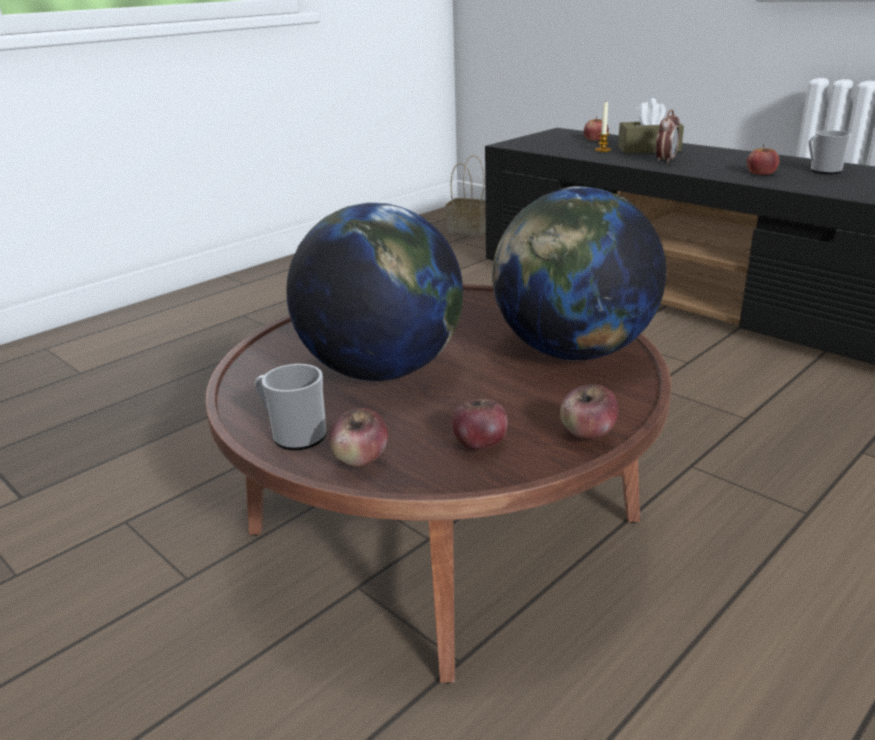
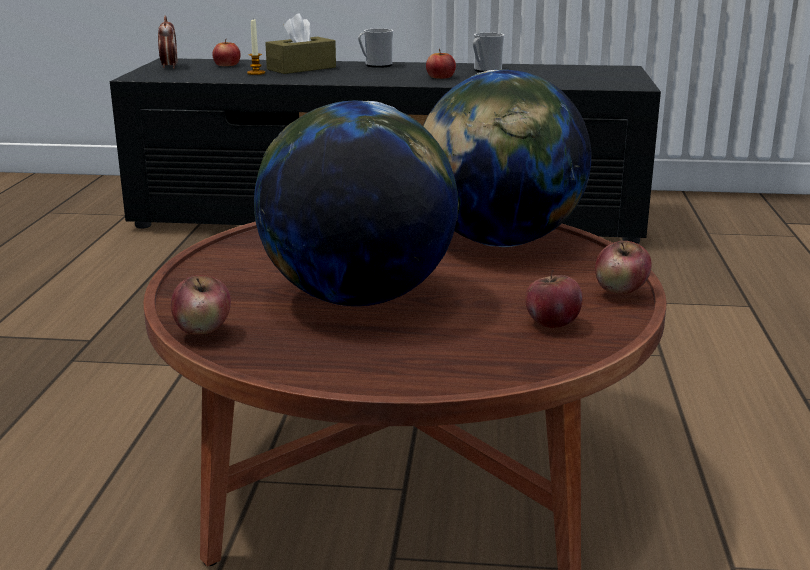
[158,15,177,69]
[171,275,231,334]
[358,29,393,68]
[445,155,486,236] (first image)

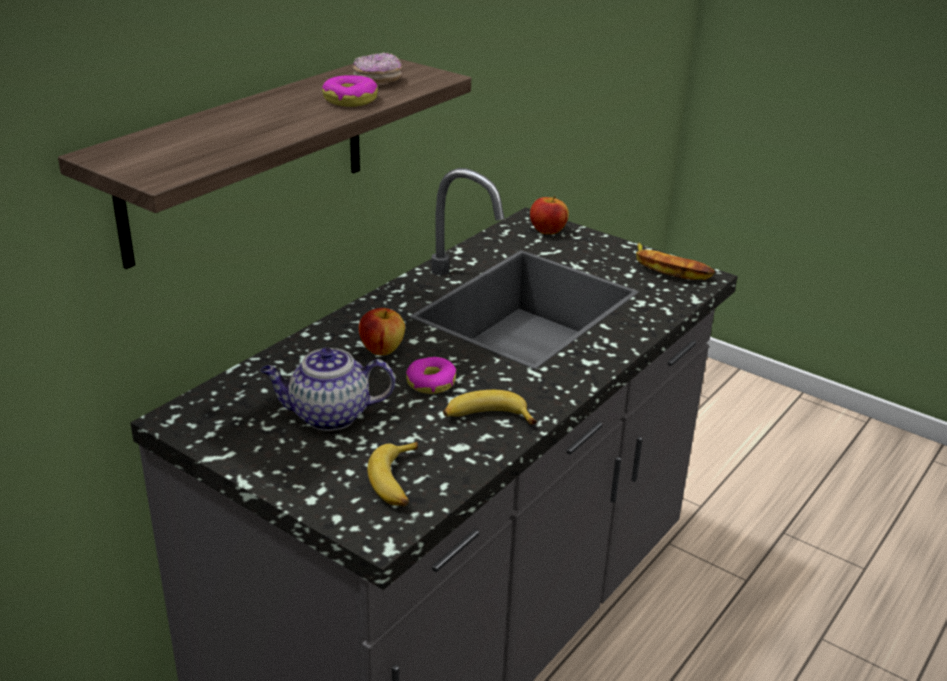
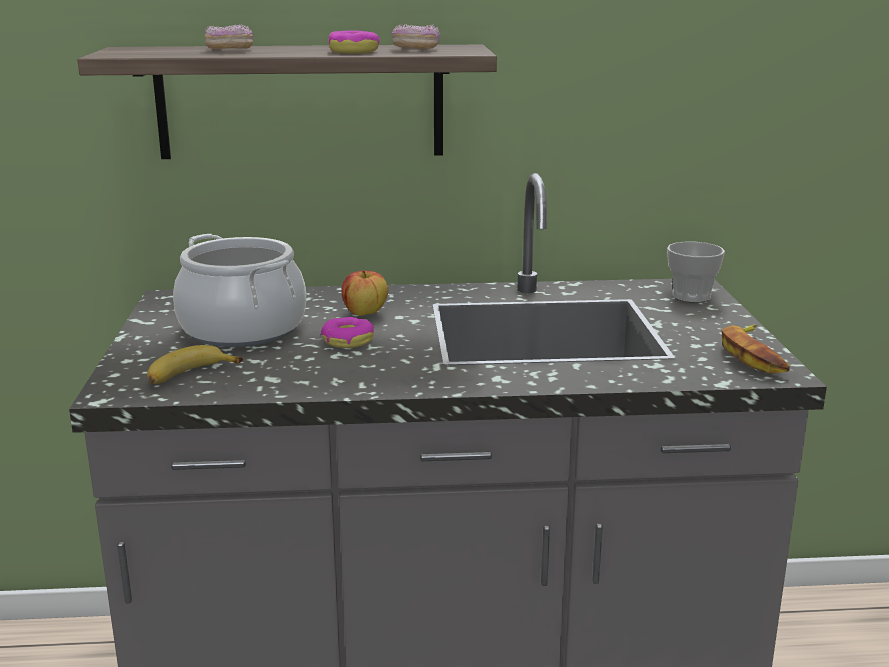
[173,234,306,347]
[204,24,254,49]
[667,242,725,302]
[443,390,537,425] (first image)

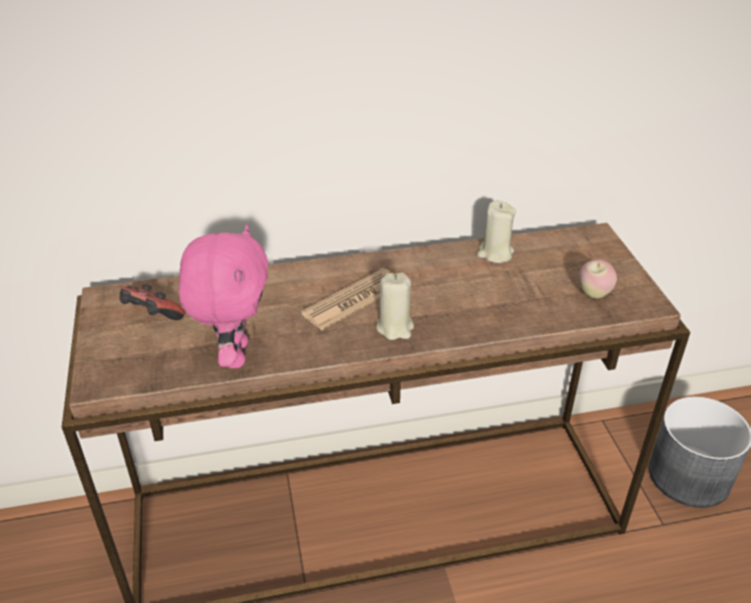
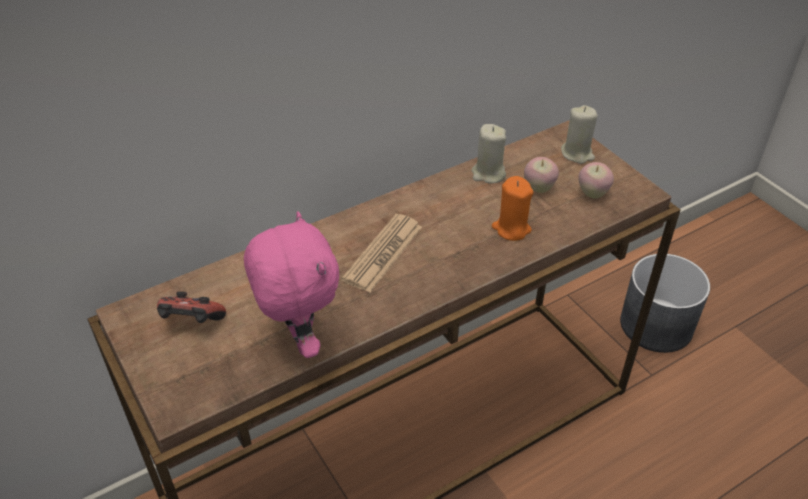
[492,176,534,241]
[524,157,559,193]
[561,105,598,164]

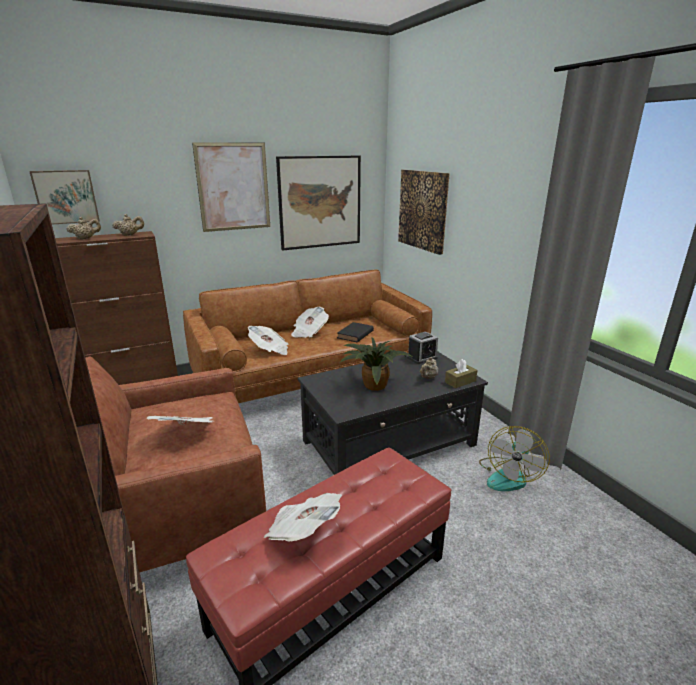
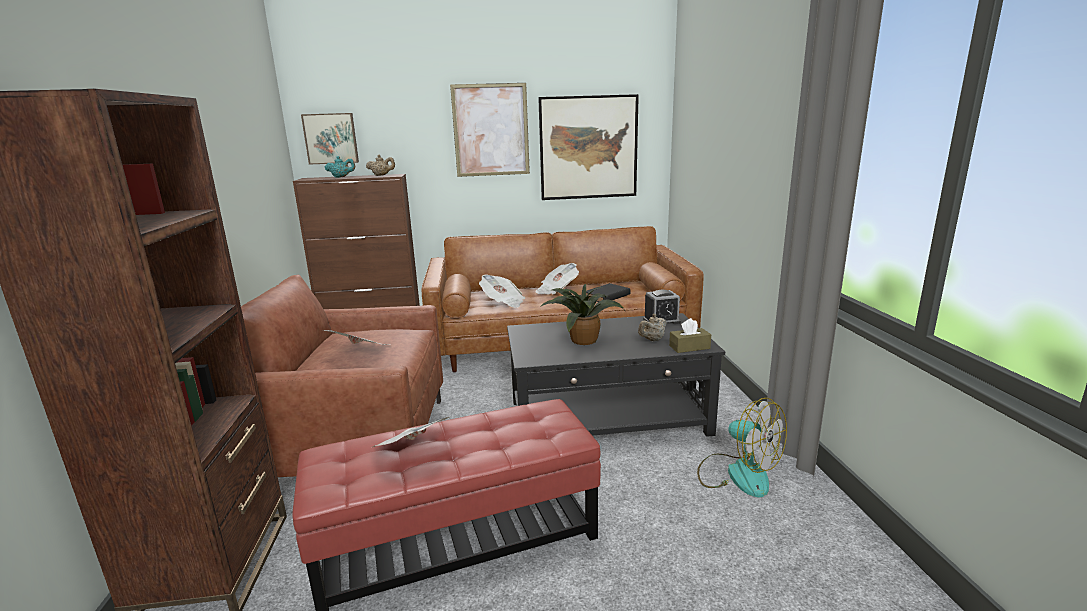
[325,156,355,178]
[697,398,787,497]
[398,170,450,255] (first image)

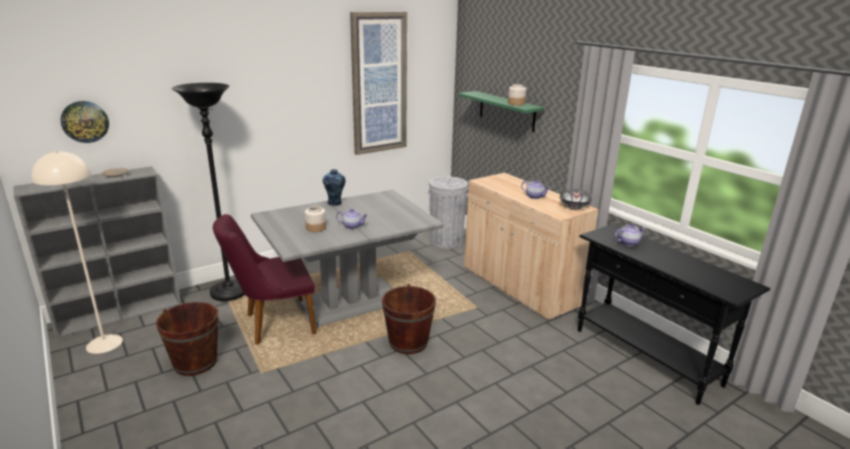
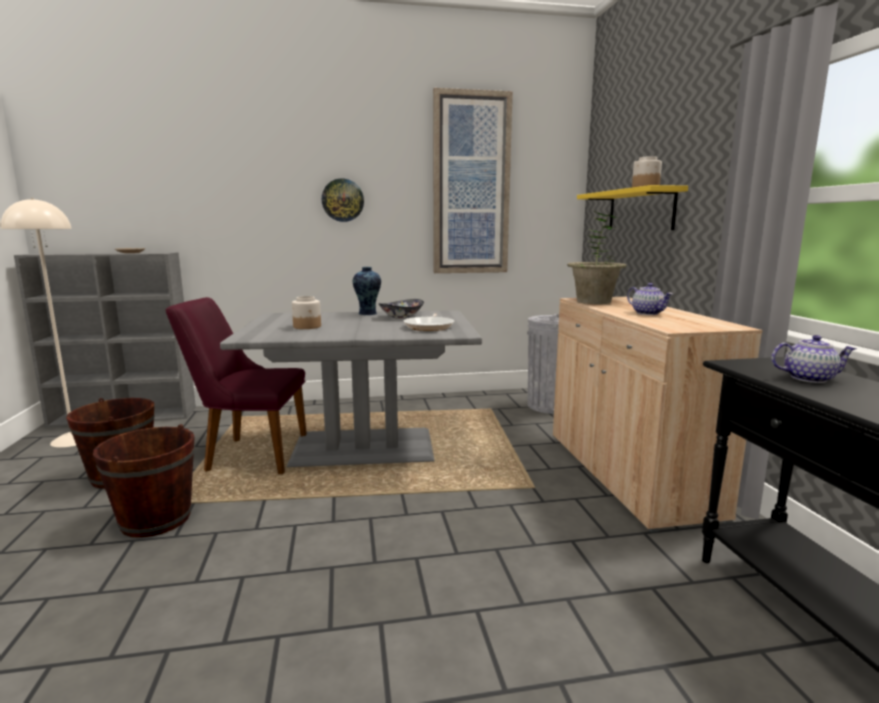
[93,424,194,538]
[322,179,364,222]
[379,299,424,319]
[403,313,454,331]
[567,211,627,304]
[577,185,688,230]
[171,83,245,301] (first image)
[336,209,368,229] (first image)

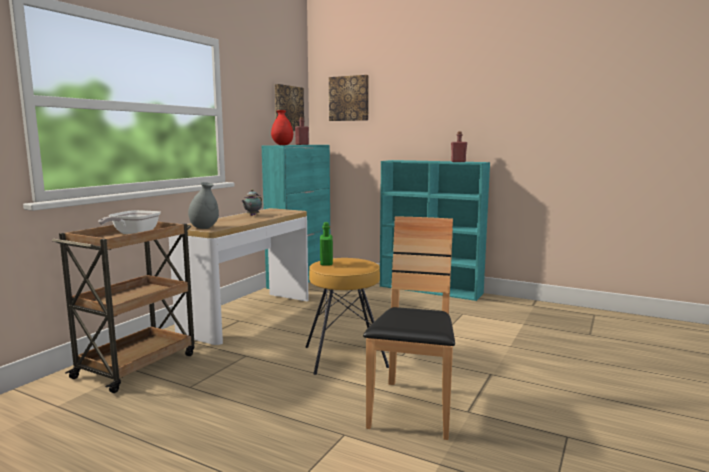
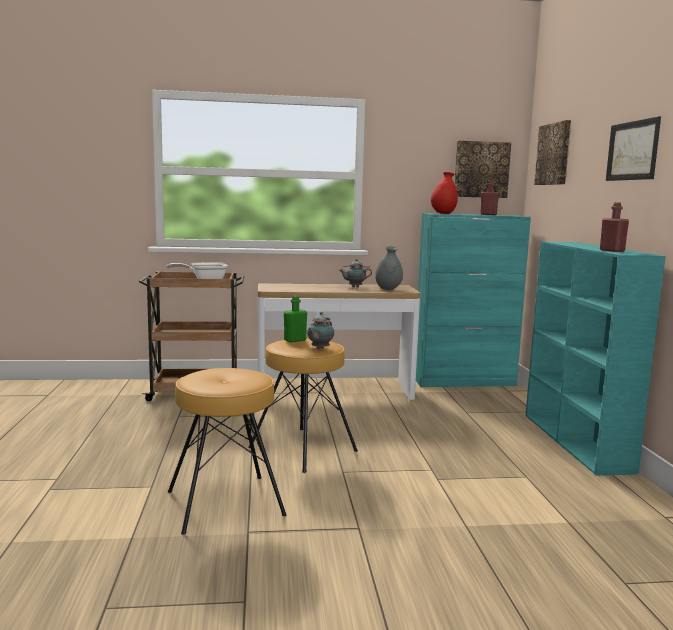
[168,368,287,535]
[307,312,334,349]
[375,246,403,290]
[606,116,661,181]

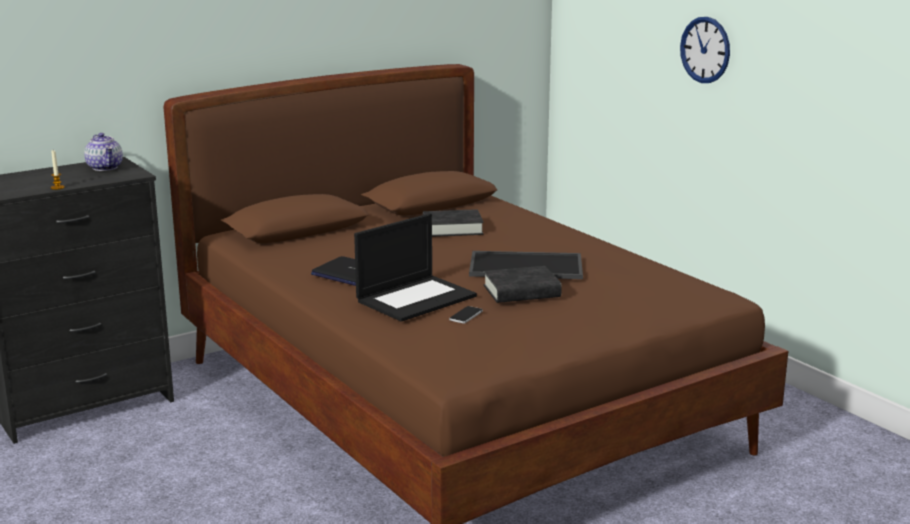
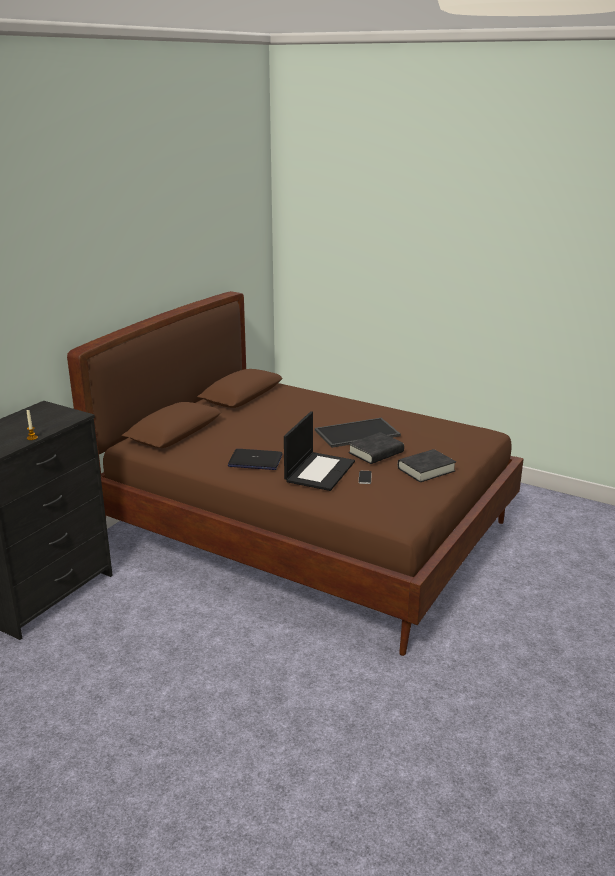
[398,449,456,482]
[84,133,123,171] (first image)
[680,17,730,83] (first image)

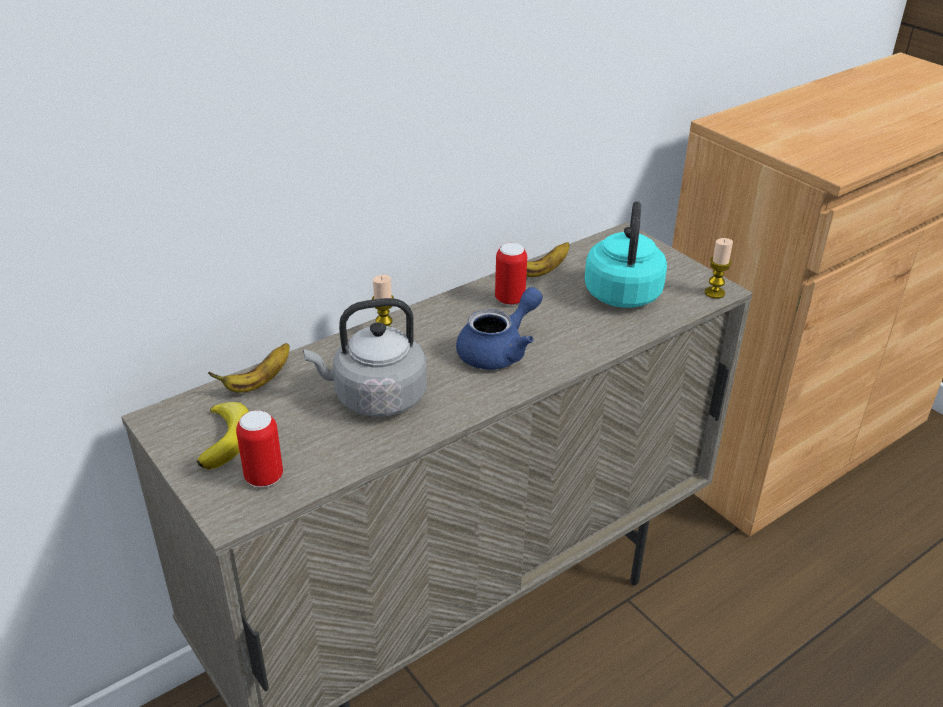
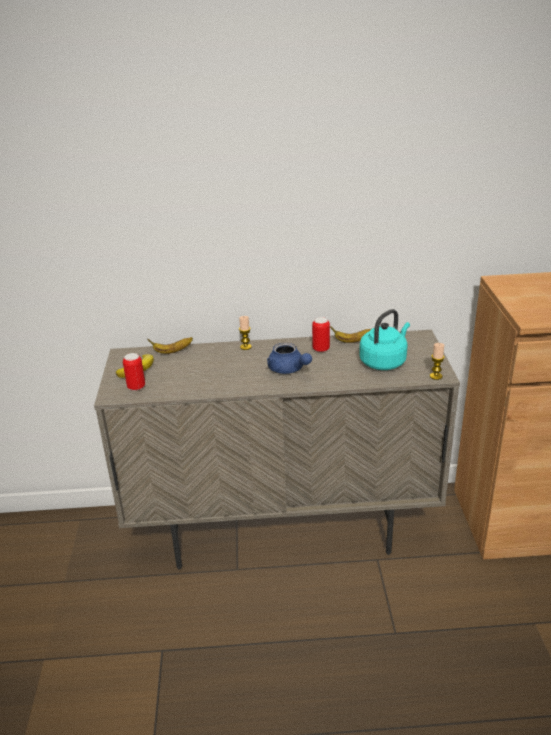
[267,342,312,374]
[303,298,427,417] (first image)

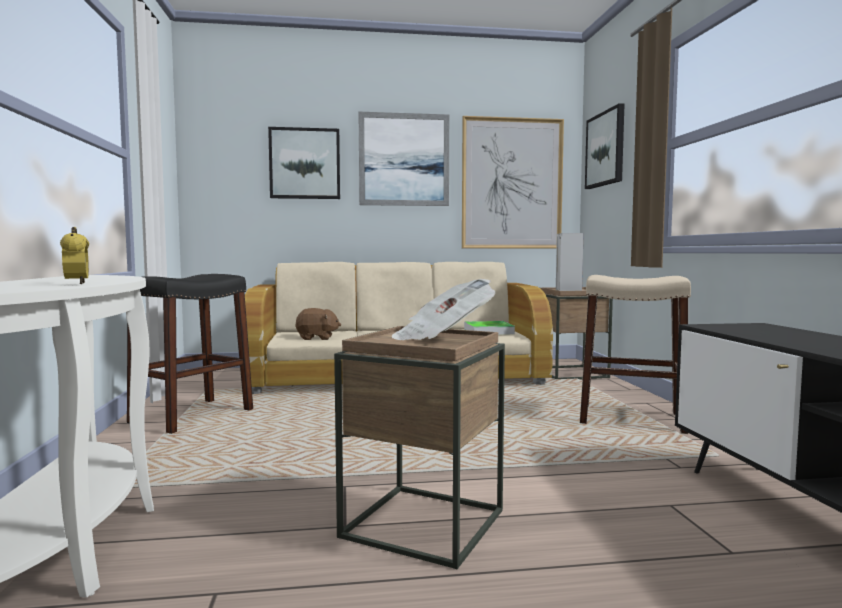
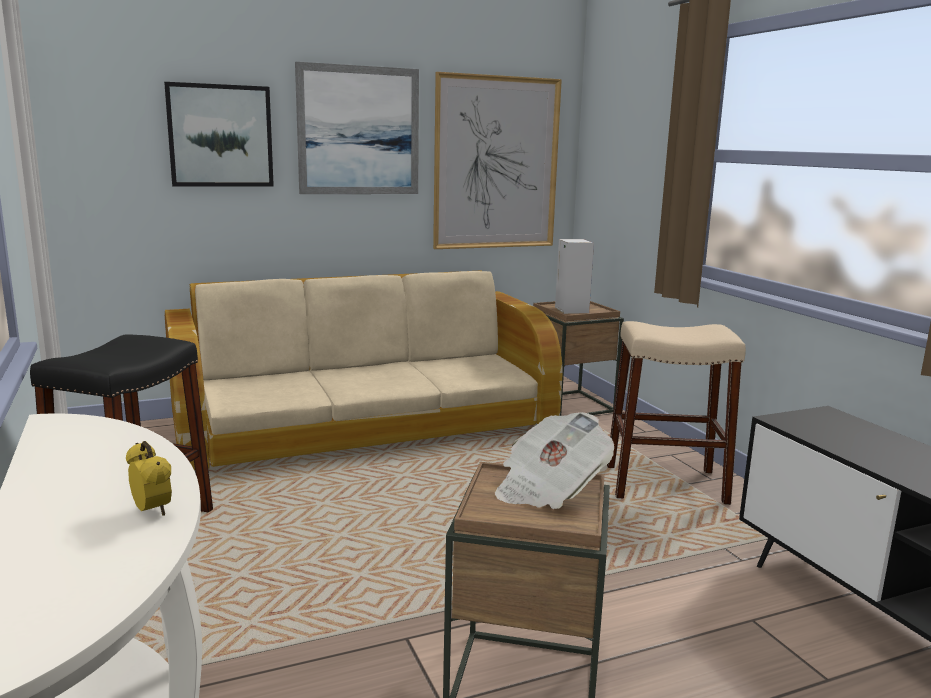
[295,308,341,340] (first image)
[464,321,515,335] (first image)
[585,103,625,189] (first image)

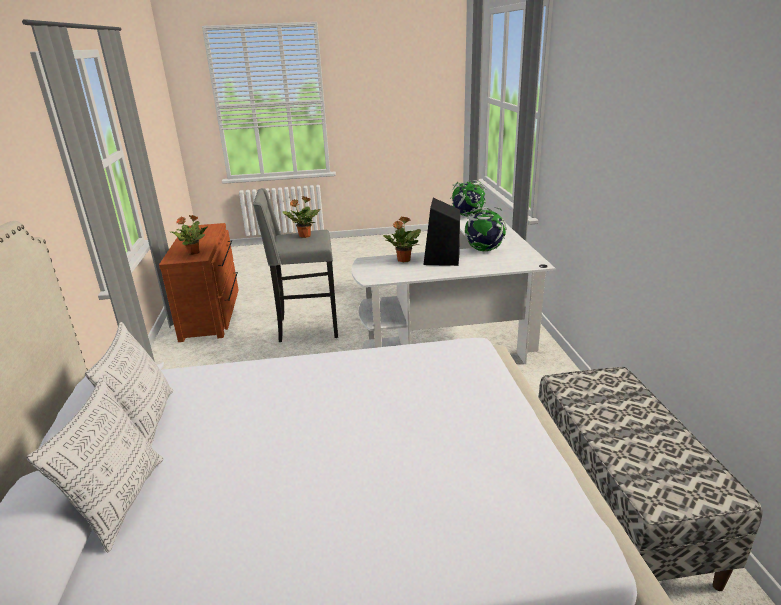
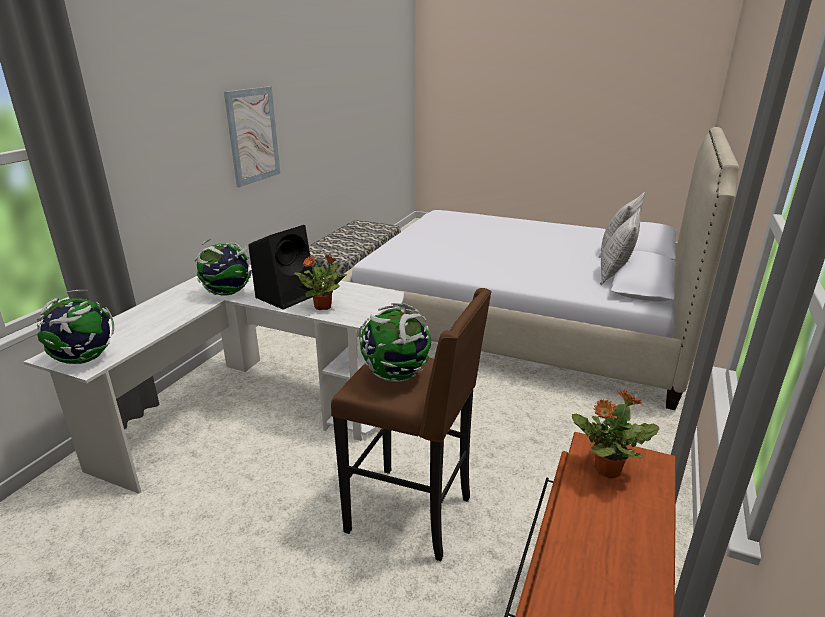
[224,86,280,187]
[331,288,492,561]
[359,303,431,382]

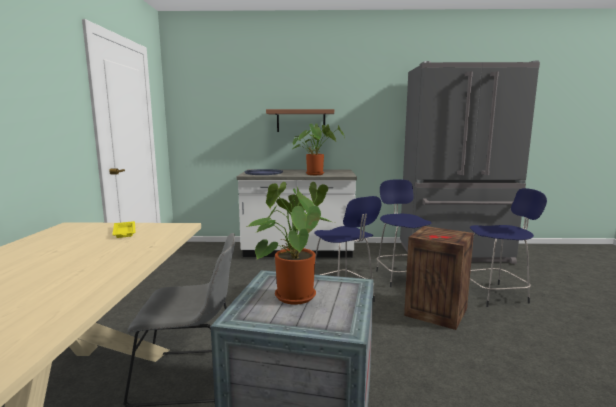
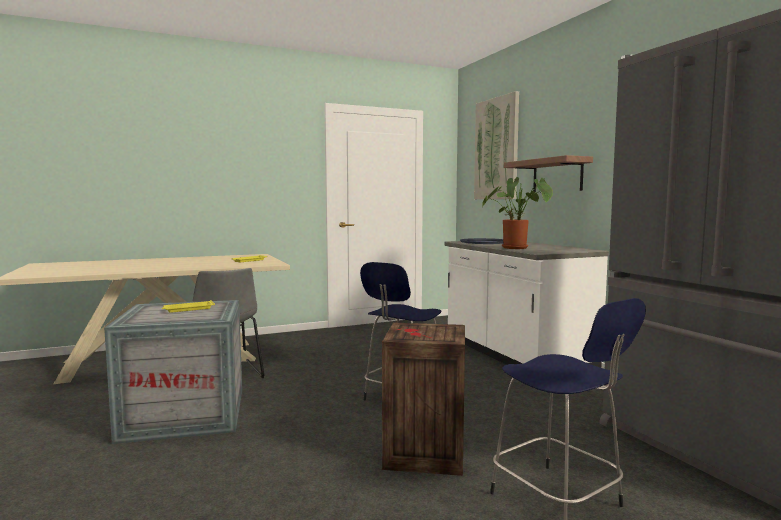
[162,300,215,313]
[474,91,519,199]
[376,179,431,287] (first image)

